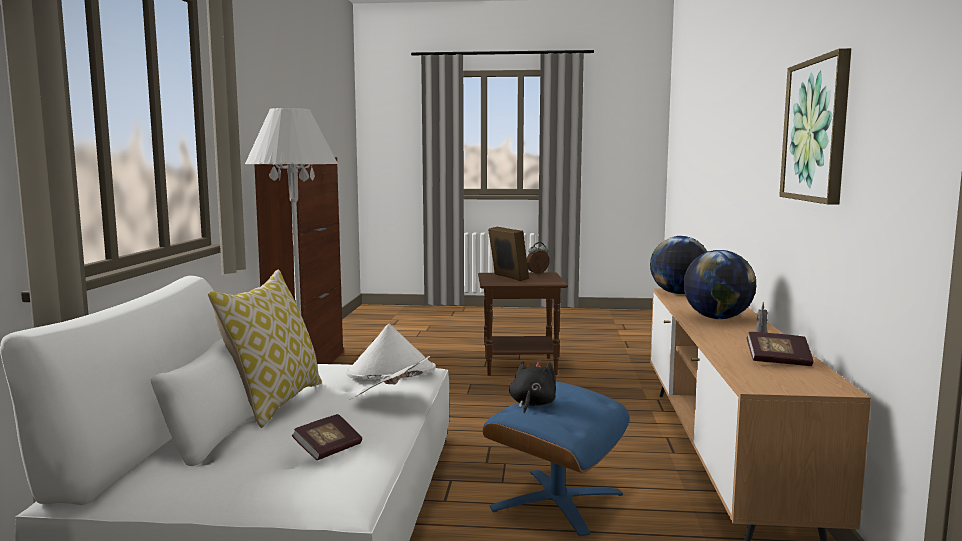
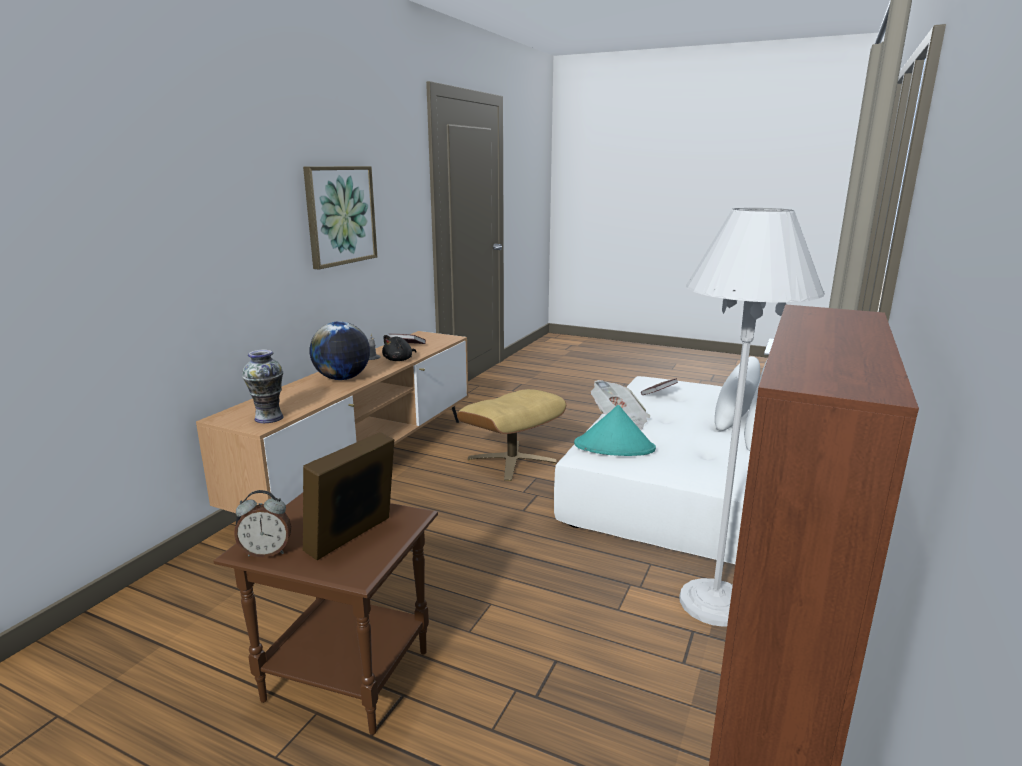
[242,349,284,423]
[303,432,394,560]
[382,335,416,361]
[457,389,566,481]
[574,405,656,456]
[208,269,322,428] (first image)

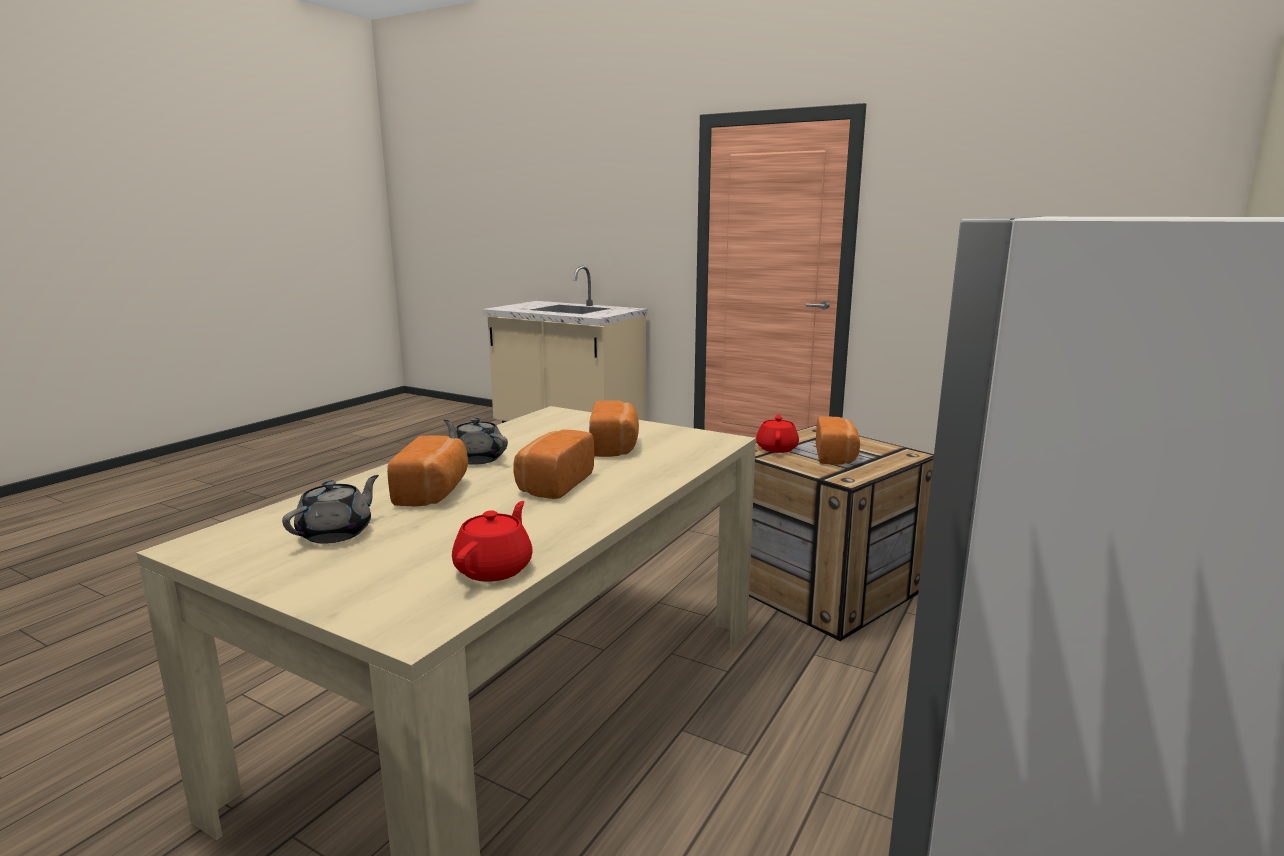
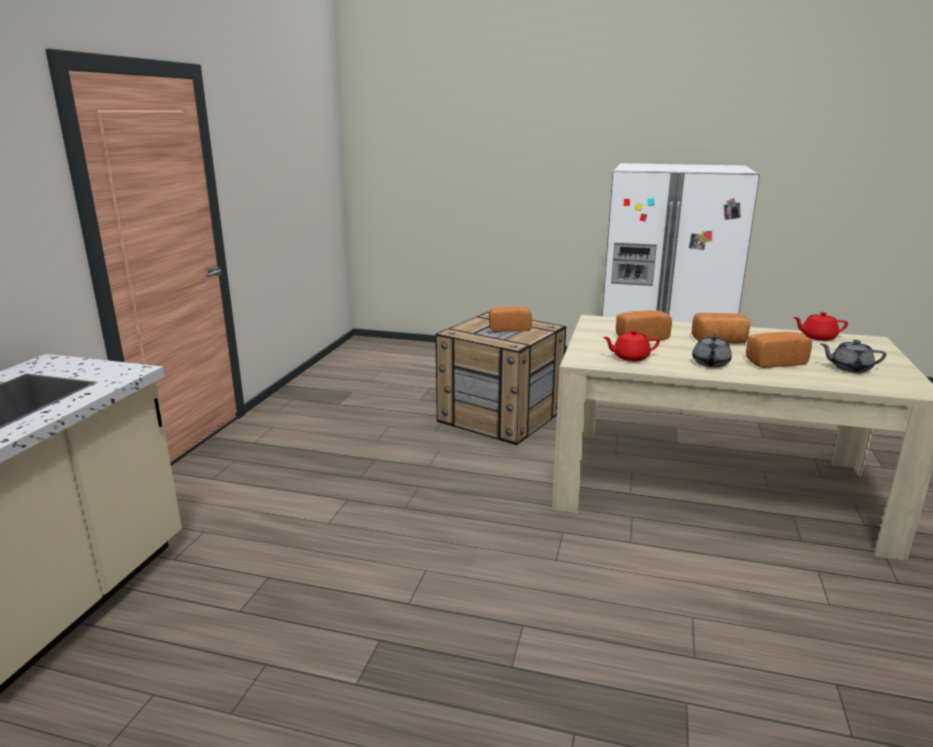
[603,330,660,361]

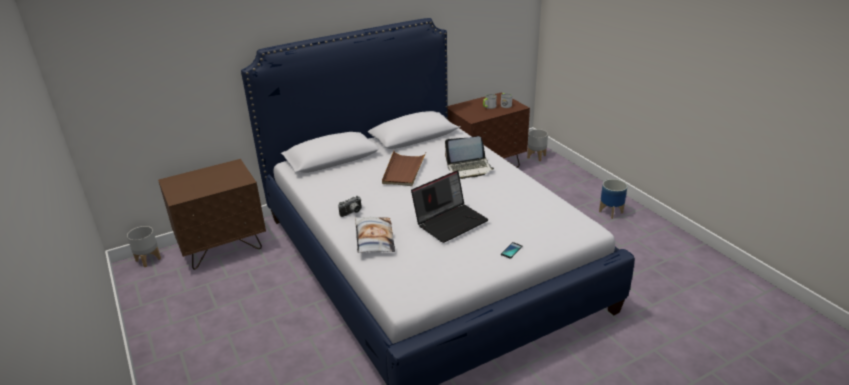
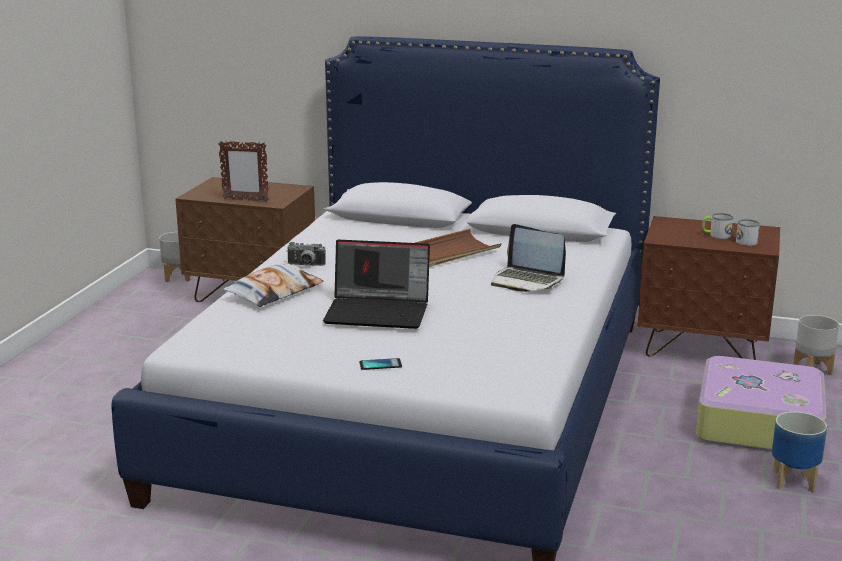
[218,141,269,202]
[696,356,826,451]

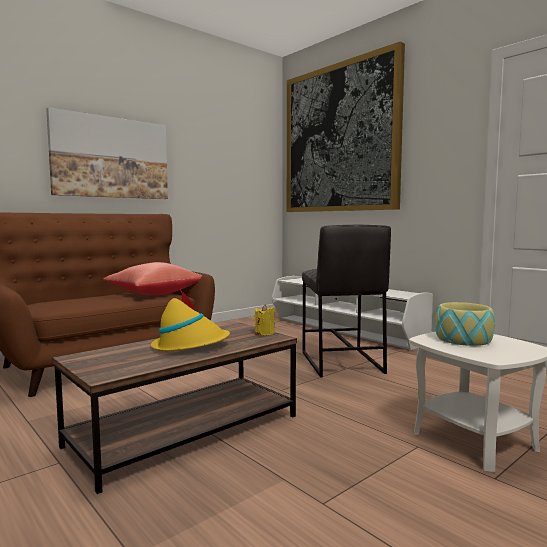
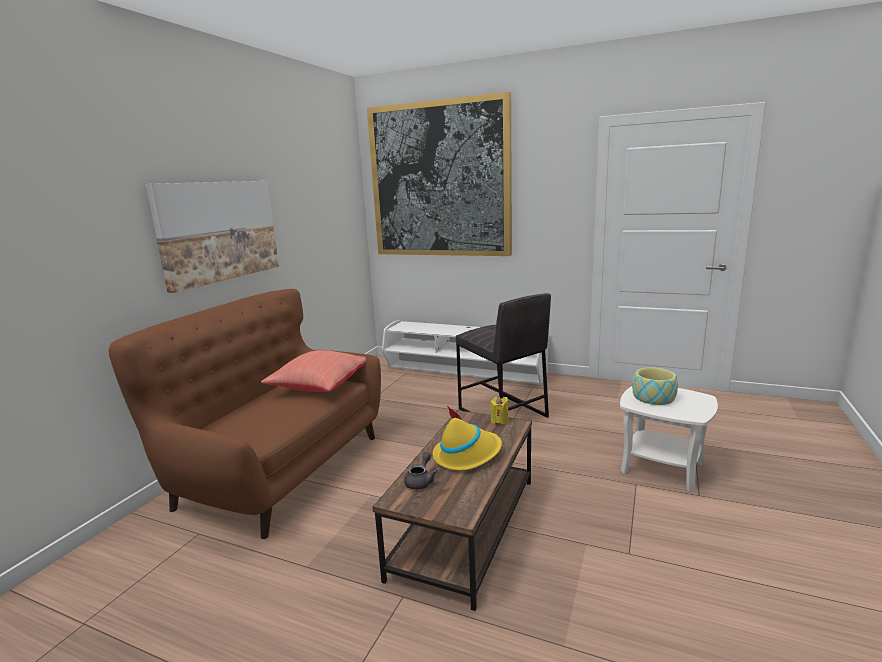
[404,452,437,490]

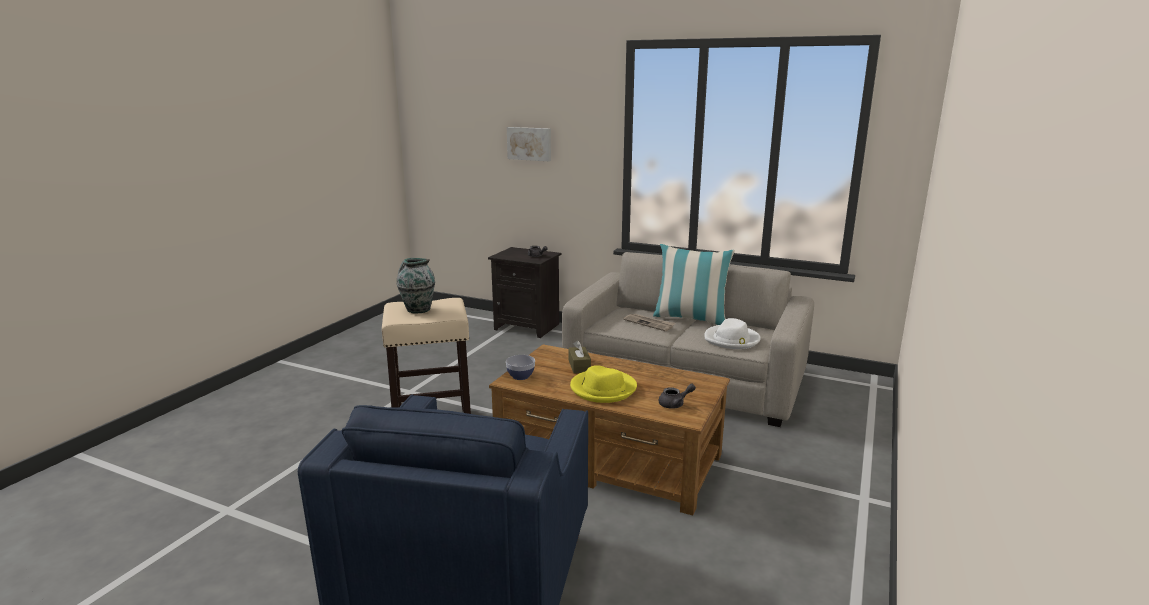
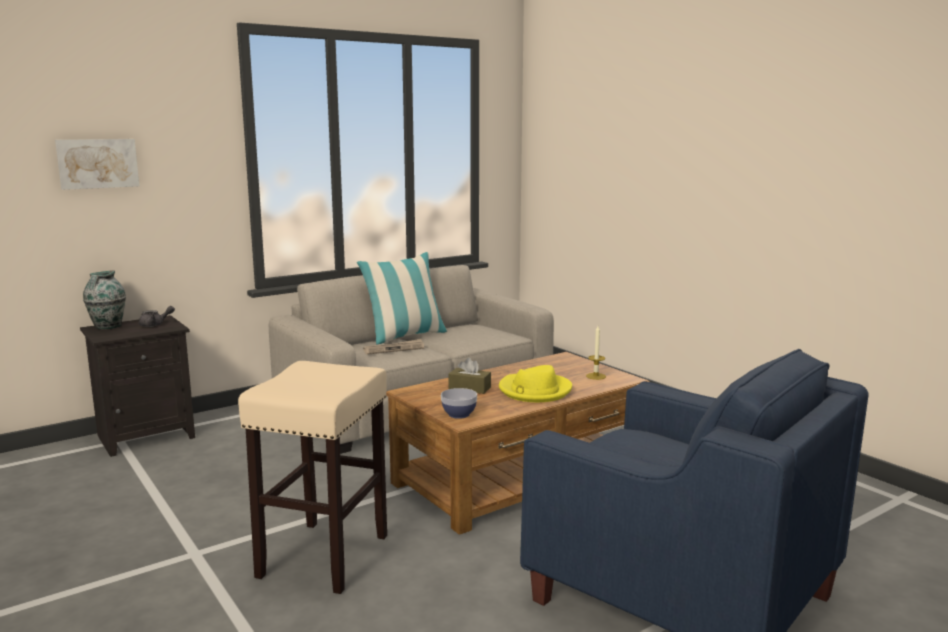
[83,270,126,329]
[586,326,606,380]
[704,318,761,349] (first image)

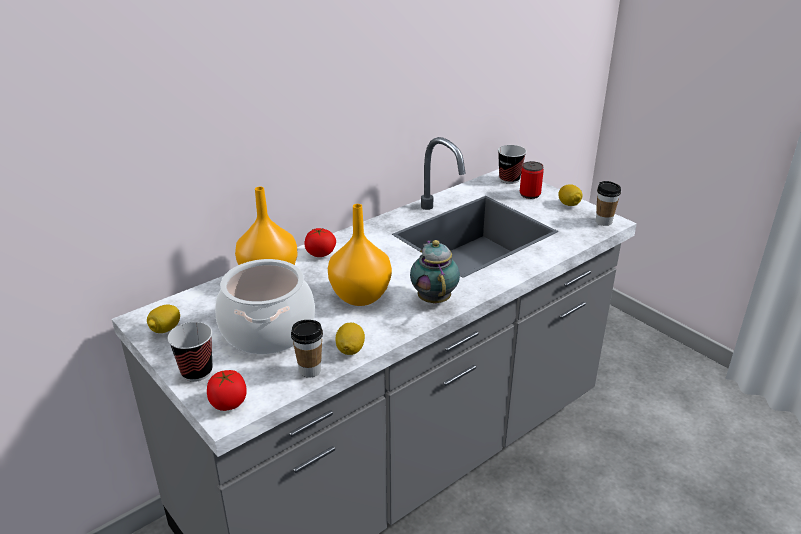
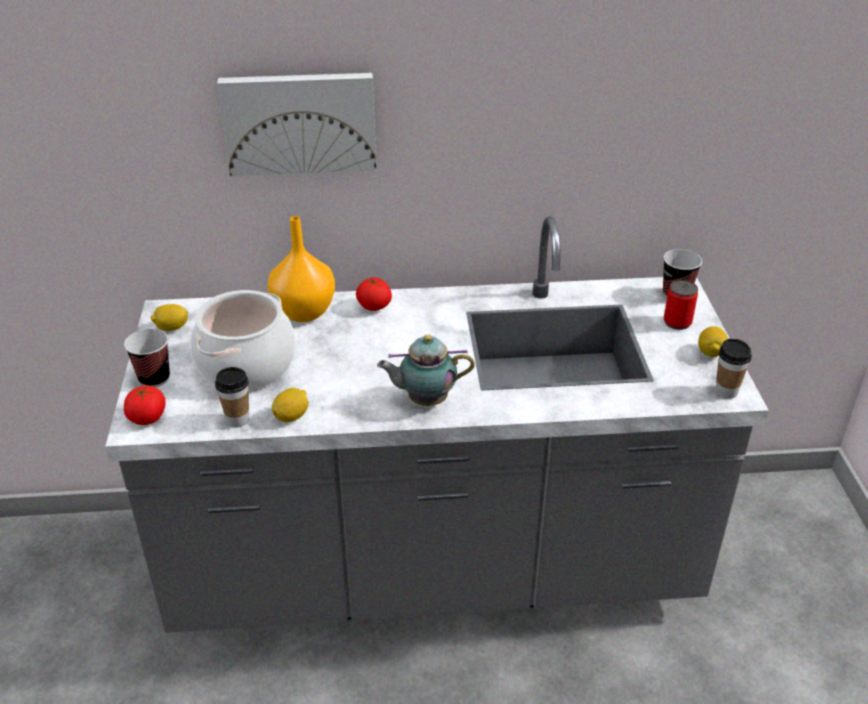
[217,73,376,176]
[377,334,475,406]
[328,204,392,306] (first image)

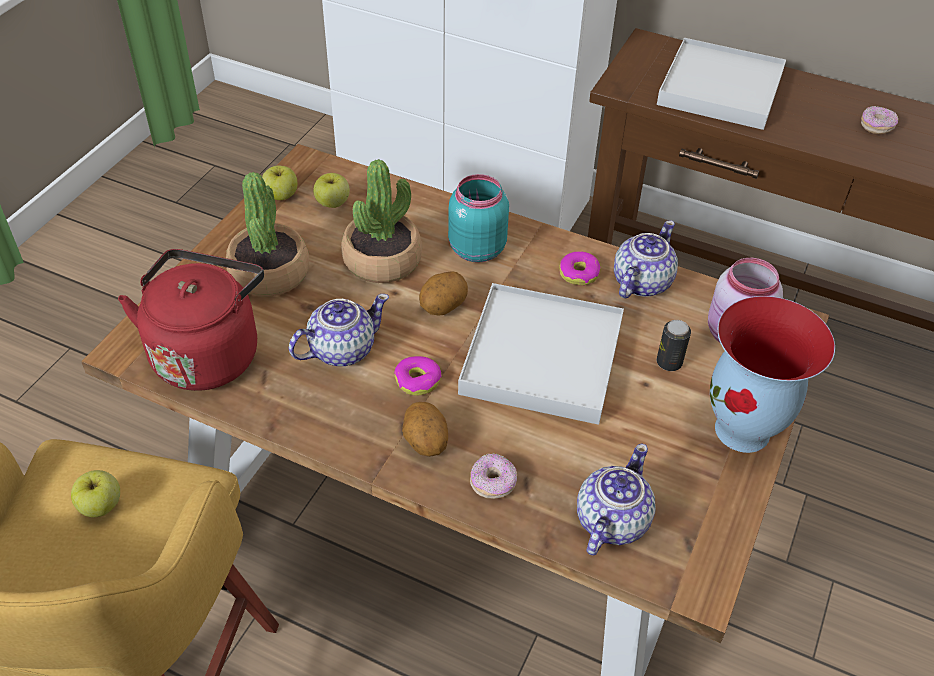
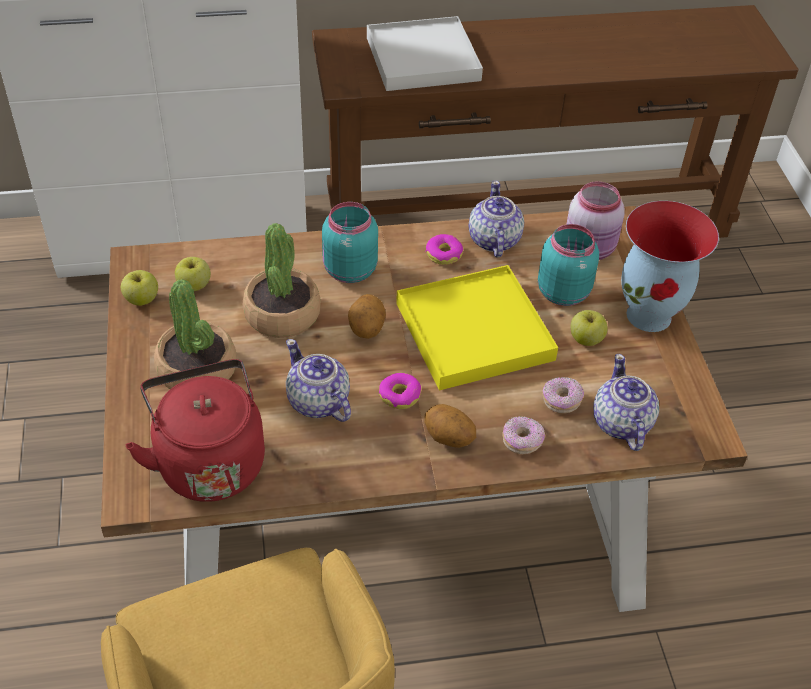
[286,339,351,422]
[396,265,558,390]
[538,224,599,306]
[543,377,584,414]
[570,310,608,346]

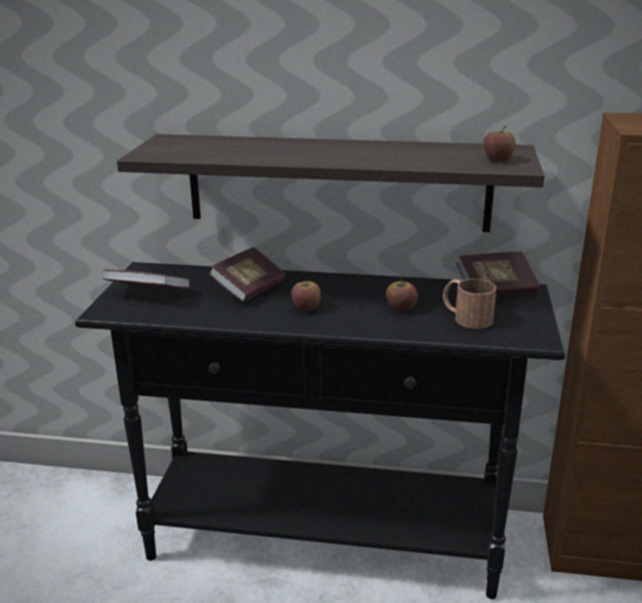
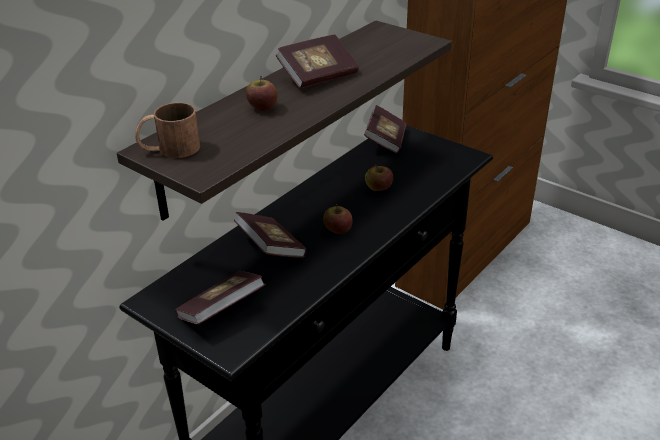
[135,102,200,158]
[246,76,277,111]
[275,34,359,88]

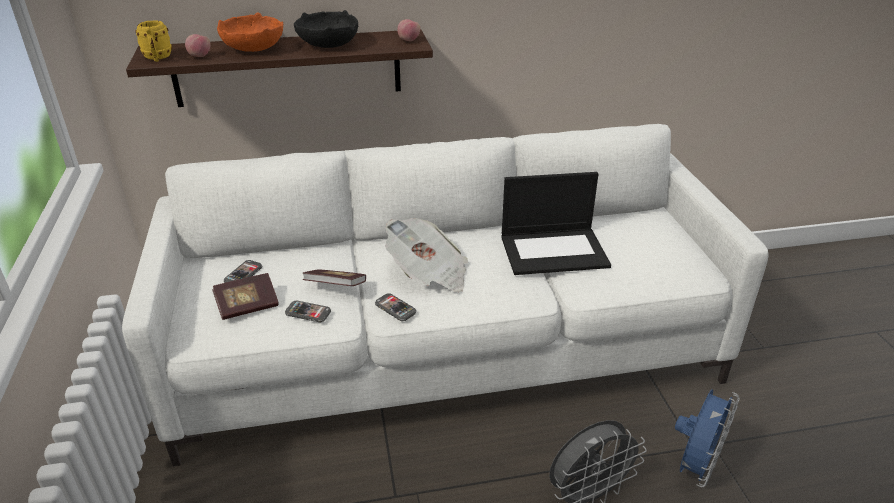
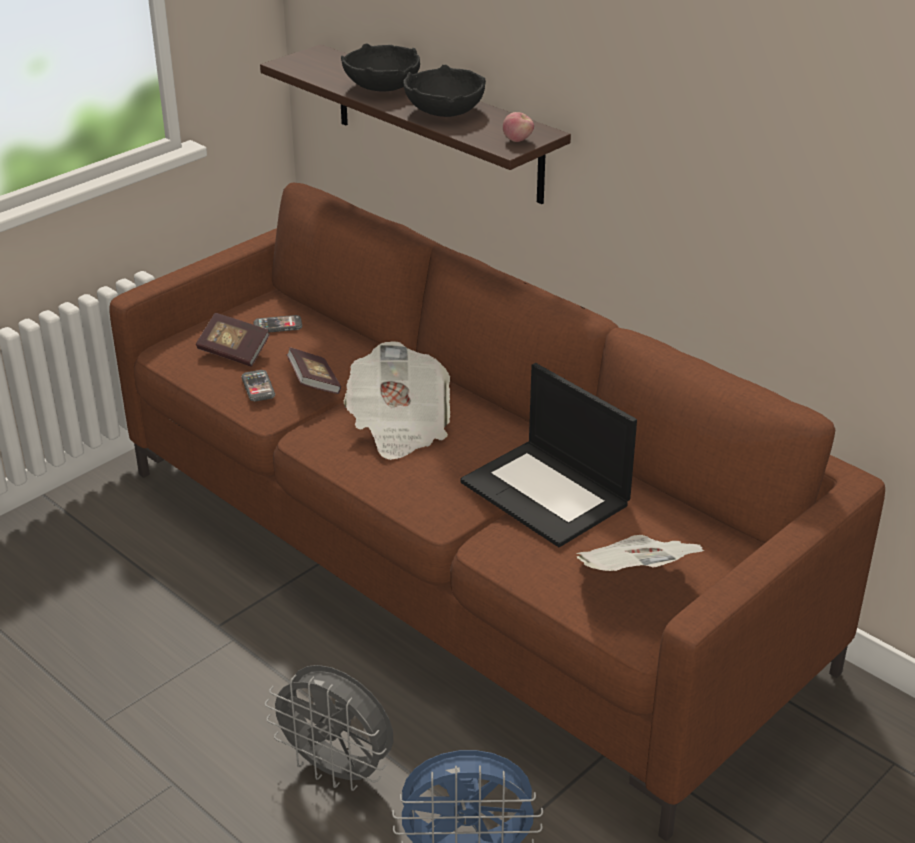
[110,183,885,842]
[341,43,420,92]
[576,535,704,571]
[135,21,172,62] (first image)
[185,34,210,57] (first image)
[375,293,416,321] (first image)

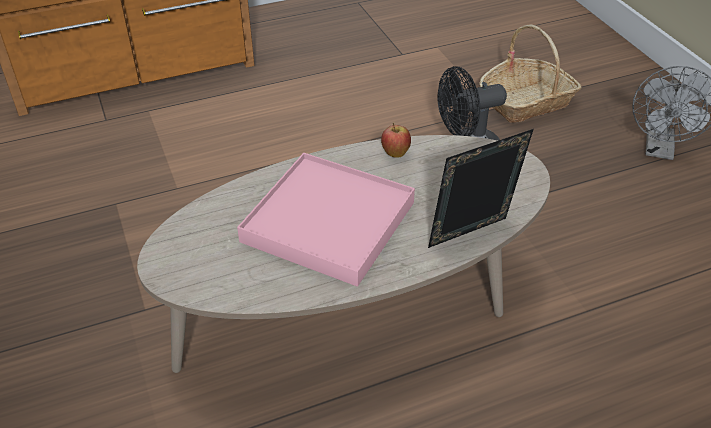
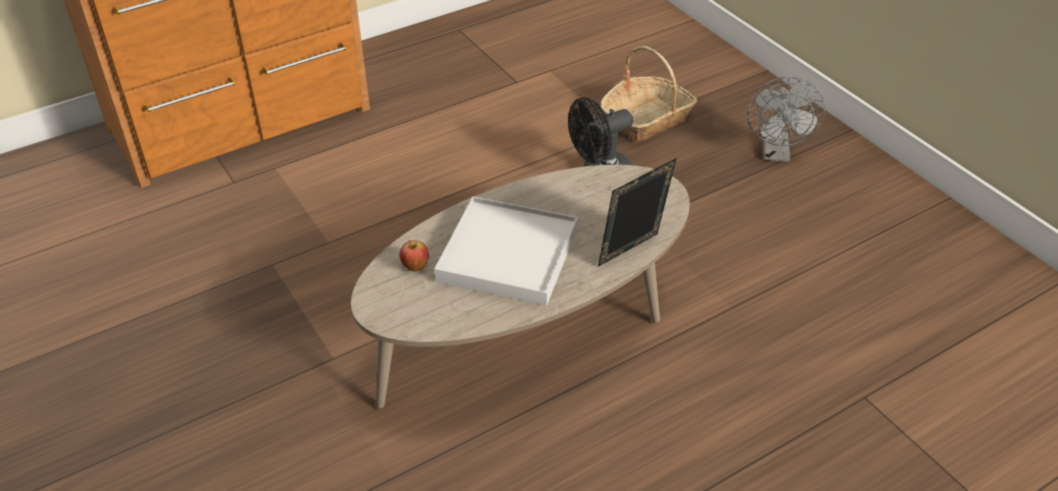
[399,239,429,271]
[434,197,578,306]

